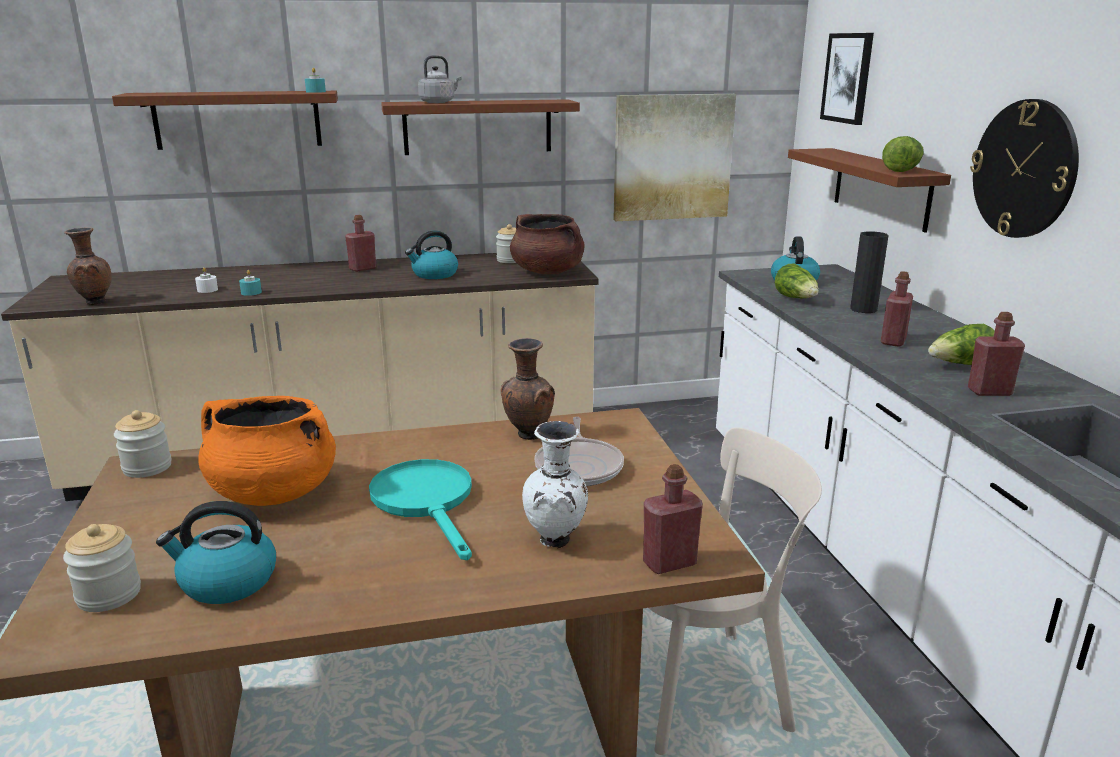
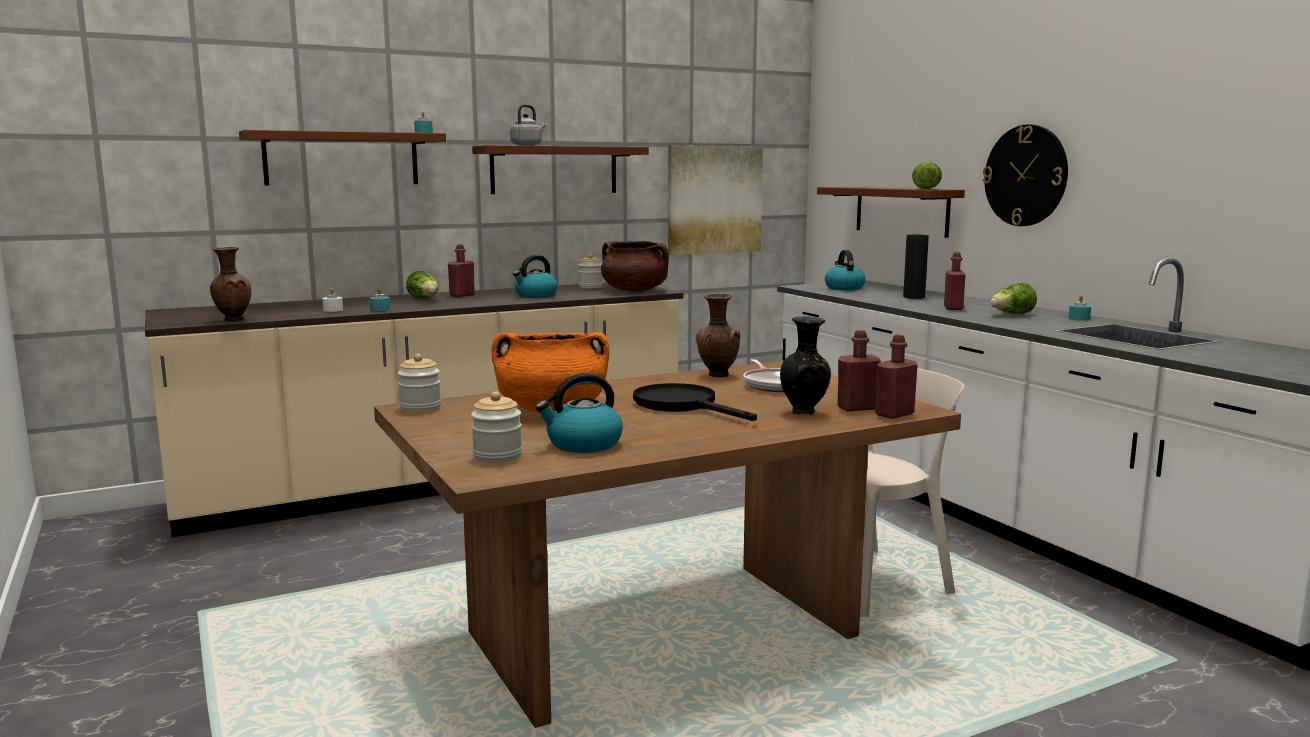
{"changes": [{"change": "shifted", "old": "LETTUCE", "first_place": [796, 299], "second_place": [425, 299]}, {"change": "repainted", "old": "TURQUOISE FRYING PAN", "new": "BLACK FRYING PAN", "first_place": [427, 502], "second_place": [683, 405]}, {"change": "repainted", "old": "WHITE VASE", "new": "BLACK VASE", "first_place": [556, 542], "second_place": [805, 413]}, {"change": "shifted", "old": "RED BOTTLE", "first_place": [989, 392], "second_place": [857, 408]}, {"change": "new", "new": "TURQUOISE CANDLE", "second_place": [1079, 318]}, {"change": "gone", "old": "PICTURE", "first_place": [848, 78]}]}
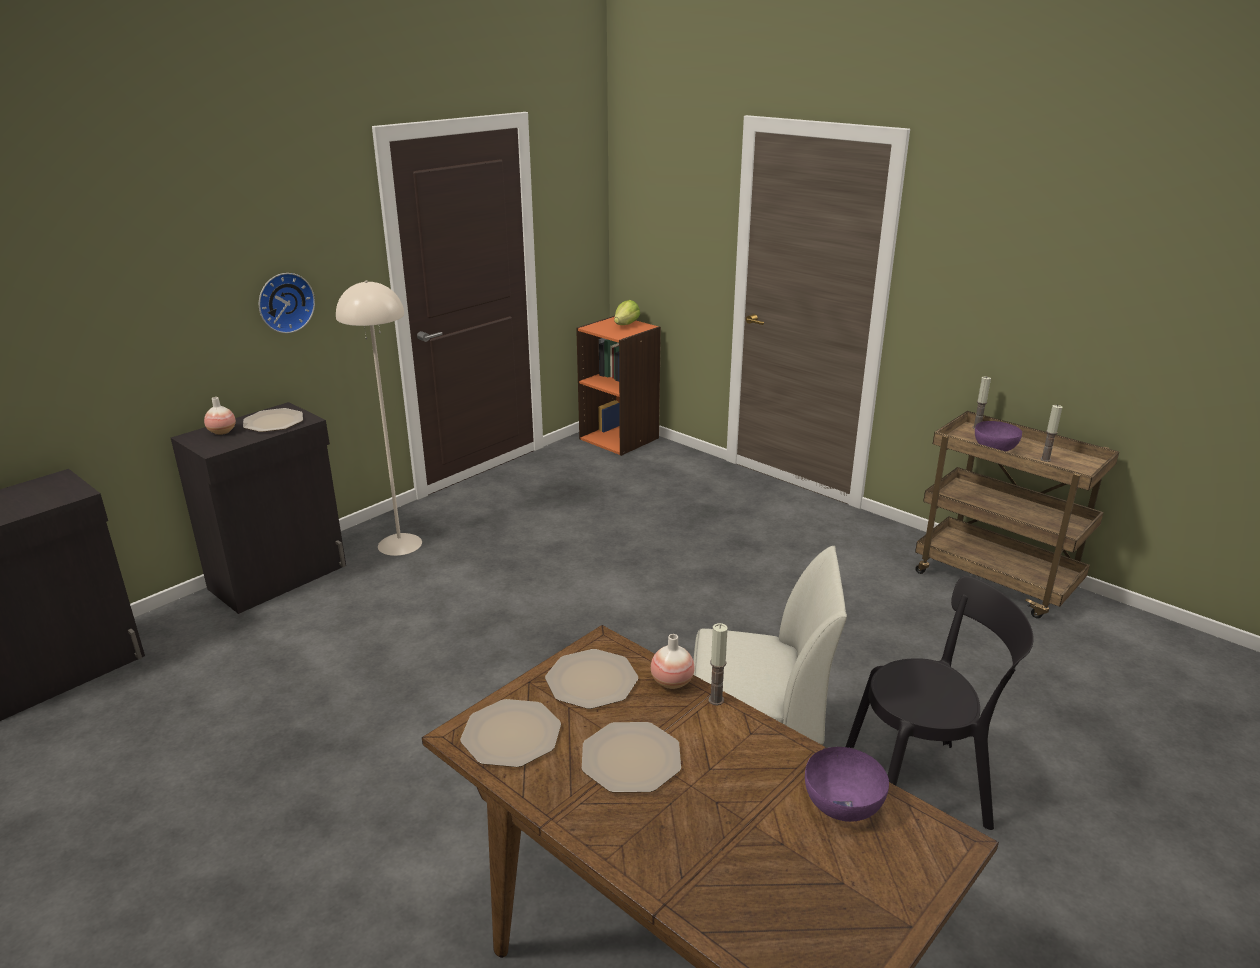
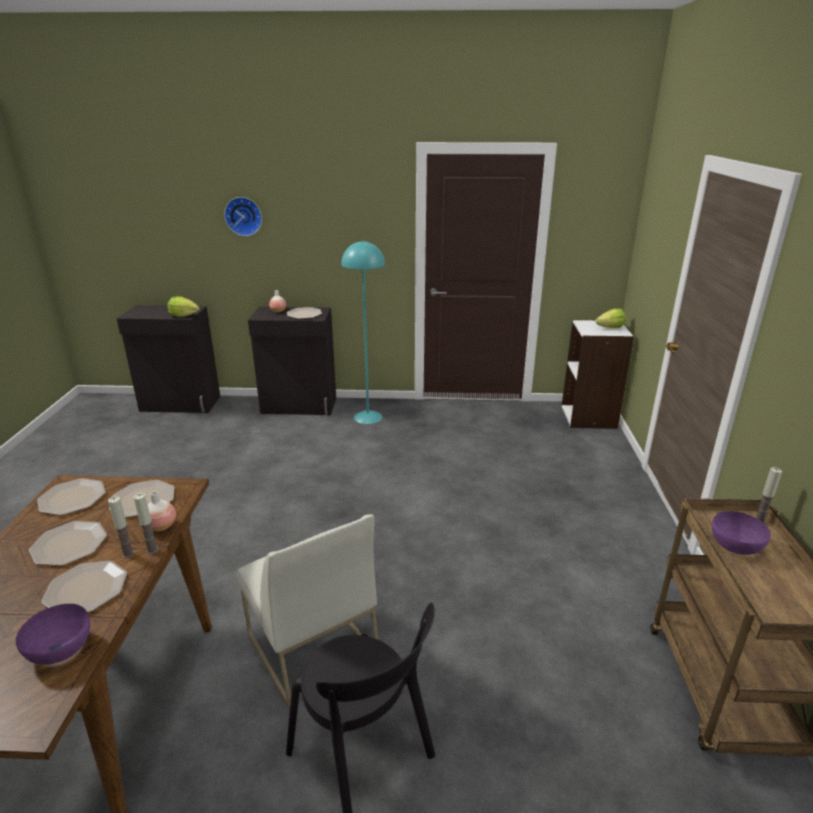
{"changes": [{"change": "new", "new": "PLATE", "second_place": [85, 588]}, {"change": "shifted", "old": "CANDLE", "first_place": [1045, 459], "second_place": [128, 554]}, {"change": "new", "new": "LETTUCE", "second_place": [183, 315]}, {"change": "shifted", "old": "WALL CLOCK", "first_place": [284, 302], "second_place": [244, 216]}, {"change": "repainted", "old": "BEIGE FLOOR LAMP", "new": "TURQUOISE FLOOR LAMP", "first_place": [399, 544], "second_place": [368, 417]}, {"change": "repainted", "old": "ORANGE BOOKCASE", "new": "WHITE BOOKCASE", "first_place": [620, 438], "second_place": [589, 417]}]}
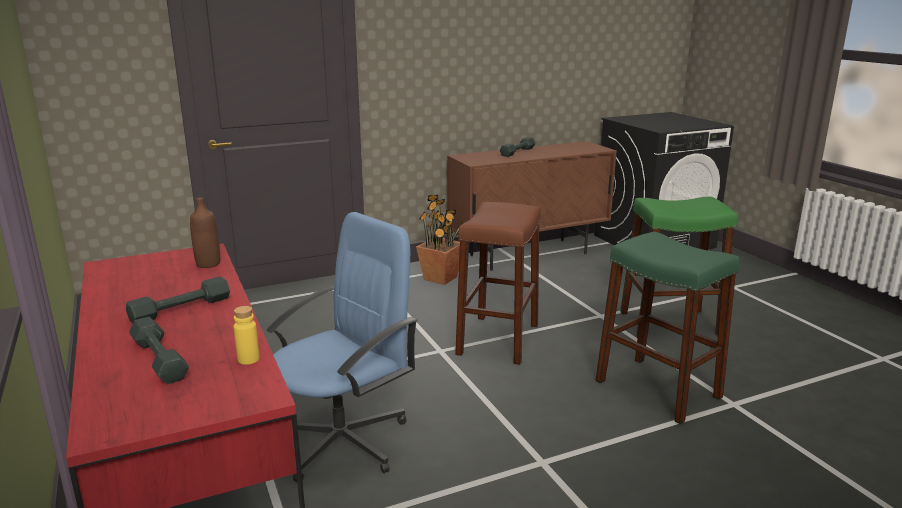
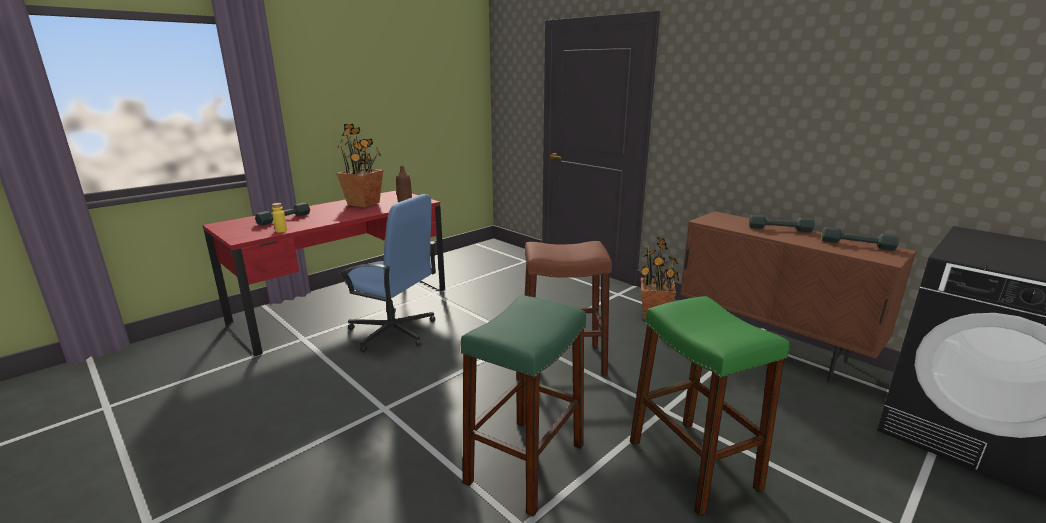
{"changes": [{"change": "new", "new": "POTTED PLANT", "second_place": [364, 203]}, {"change": "shifted", "old": "GREY DUMBBELL", "first_place": [181, 309], "second_place": [857, 245]}]}
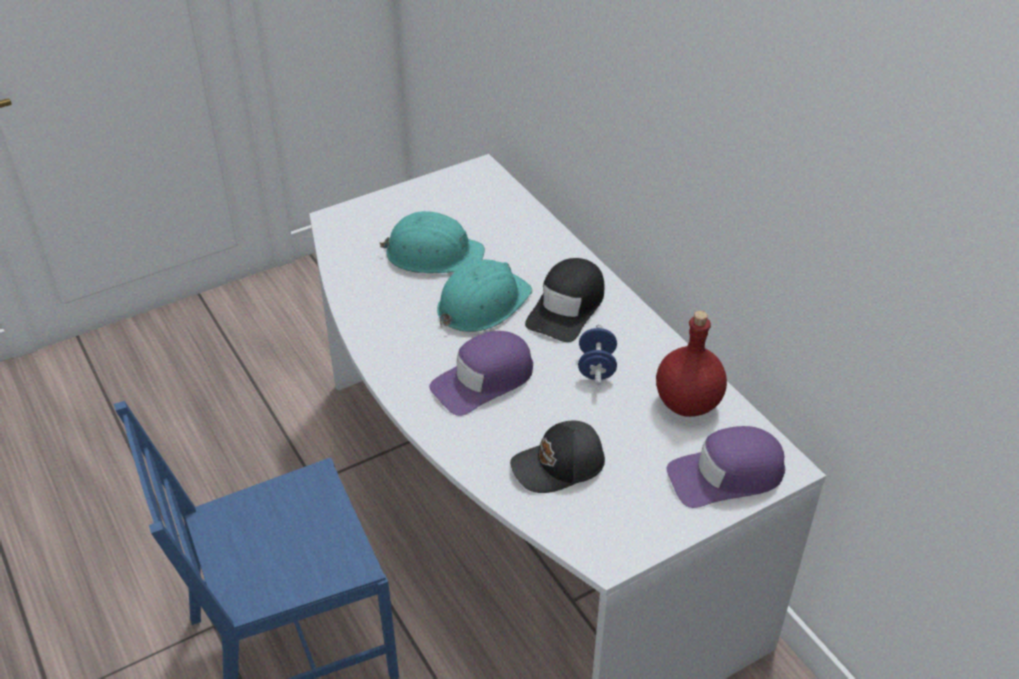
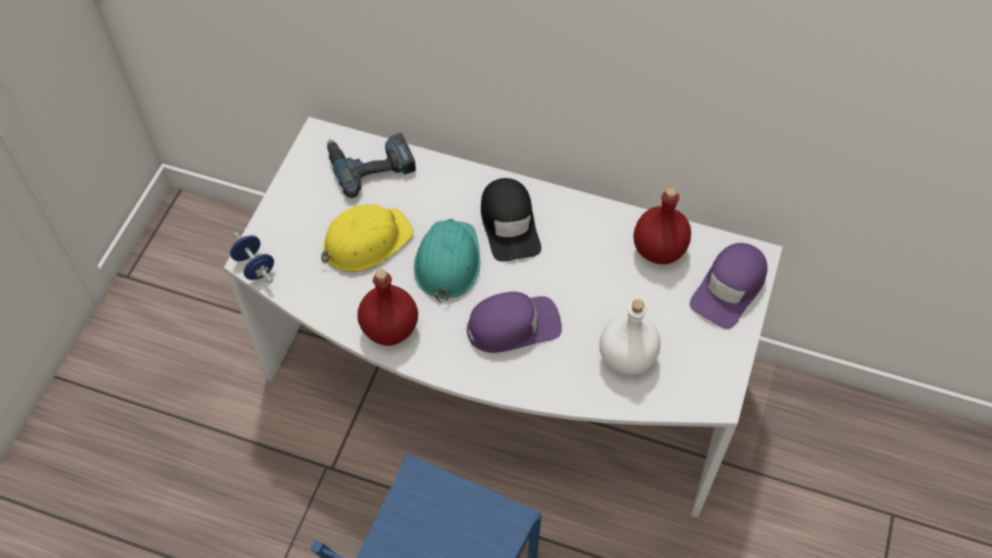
{"changes": [{"change": "shifted", "old": "BLUE DUMBBELL", "first_place": [596, 367], "second_place": [255, 266]}, {"change": "repainted", "old": "TURQUOISE HARD HAT", "new": "YELLOW HARD HAT", "first_place": [433, 254], "second_place": [365, 241]}, {"change": "new", "new": "POWER DRILL", "second_place": [370, 164]}, {"change": "new", "new": "RED BOTTLE", "second_place": [389, 328]}, {"change": "rotated", "old": "PURPLE CAP", "first_place": [483, 380], "second_place": [513, 325], "degrees": -120}, {"change": "swapped", "old": "BLACK CAP", "new": "WHITE BOTTLE", "first_place": [559, 466], "second_place": [628, 357]}]}
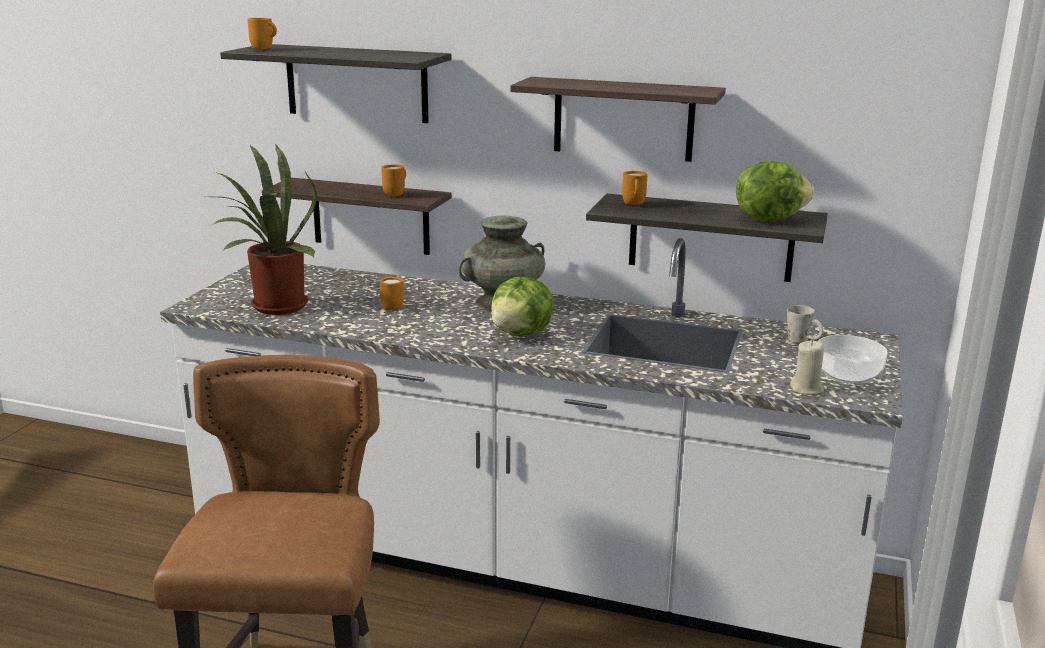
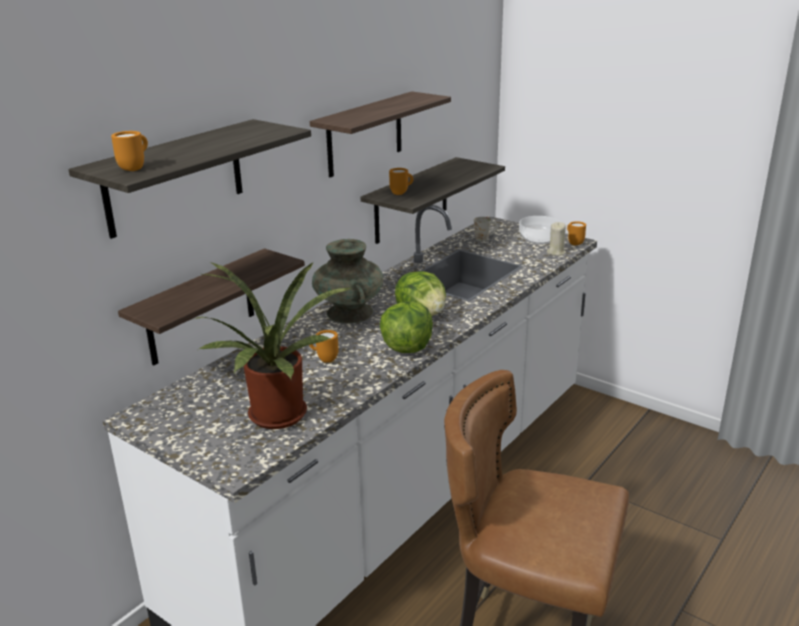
{"changes": [{"change": "shifted", "old": "LETTUCE", "first_place": [768, 219], "second_place": [407, 347]}, {"change": "shifted", "old": "ORANGE MUG", "first_place": [396, 194], "second_place": [574, 243]}]}
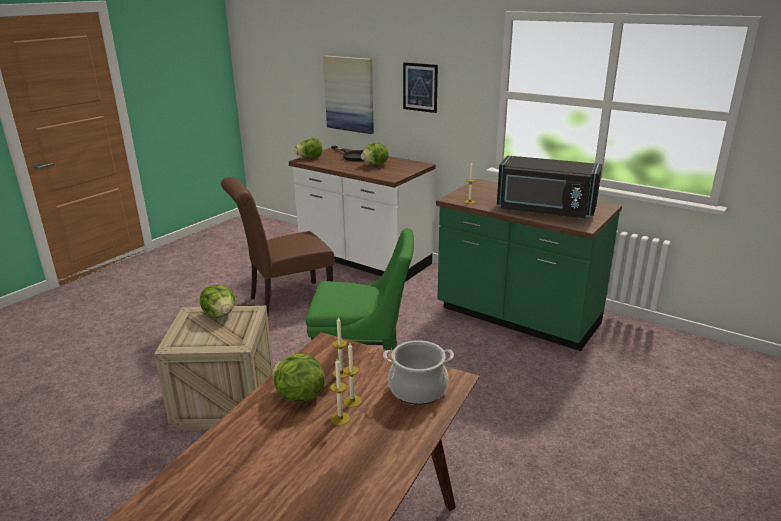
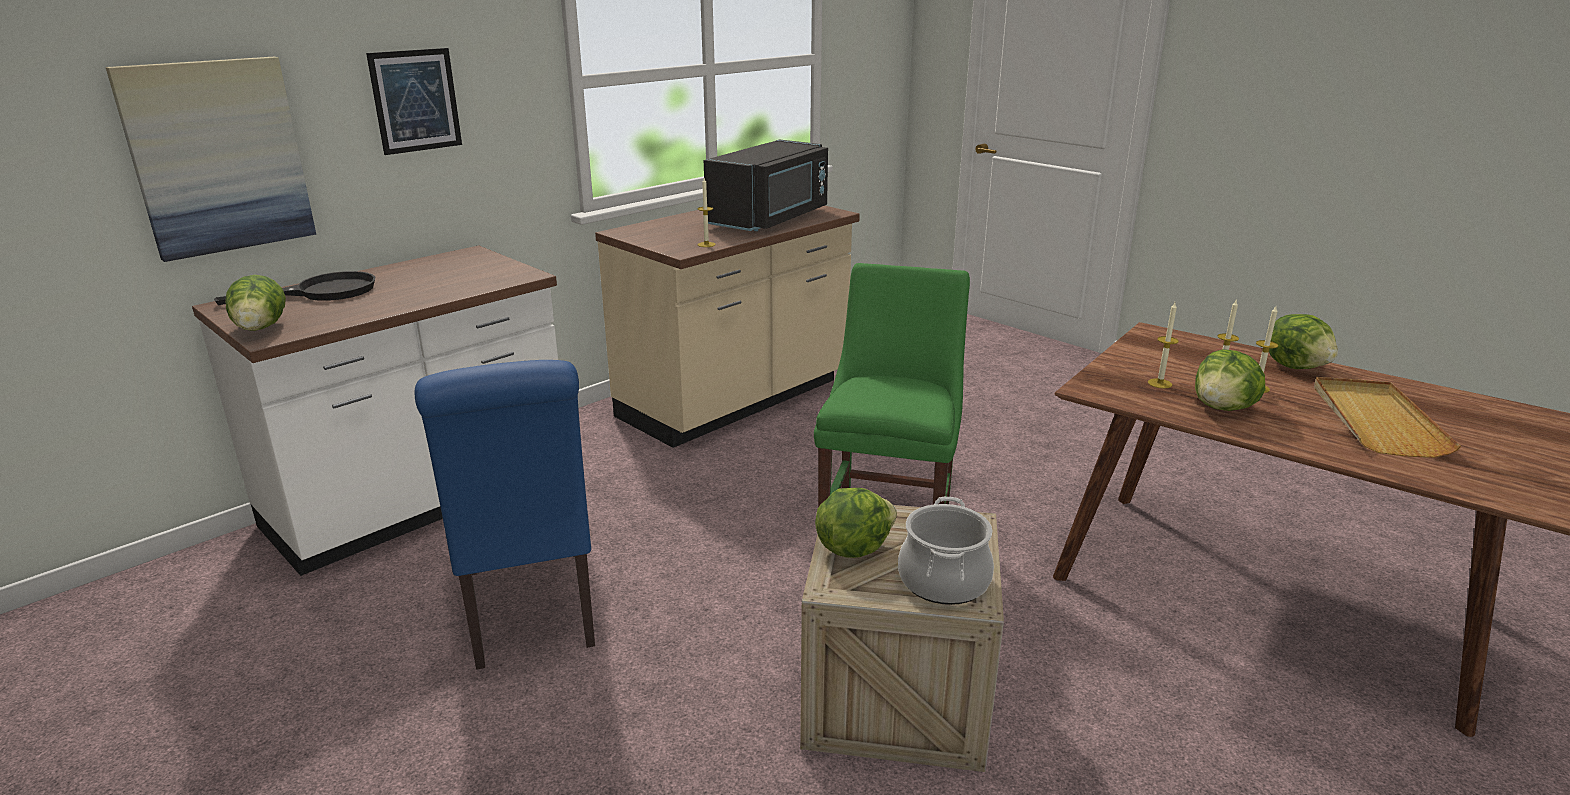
{"changes": [{"change": "repainted", "old": "BROWN CHAIR", "new": "BLUE CHAIR", "first_place": [285, 301], "second_place": [531, 613]}, {"change": "repainted", "old": "GREEN COUNTER", "new": "BEIGE COUNTER", "first_place": [517, 318], "second_place": [736, 401]}, {"change": "shifted", "old": "COOKING POT", "first_place": [418, 389], "second_place": [944, 581]}, {"change": "shifted", "old": "LETTUCE", "first_place": [375, 165], "second_place": [1296, 366]}, {"change": "new", "new": "BEIGE TRAY", "second_place": [1375, 420]}]}
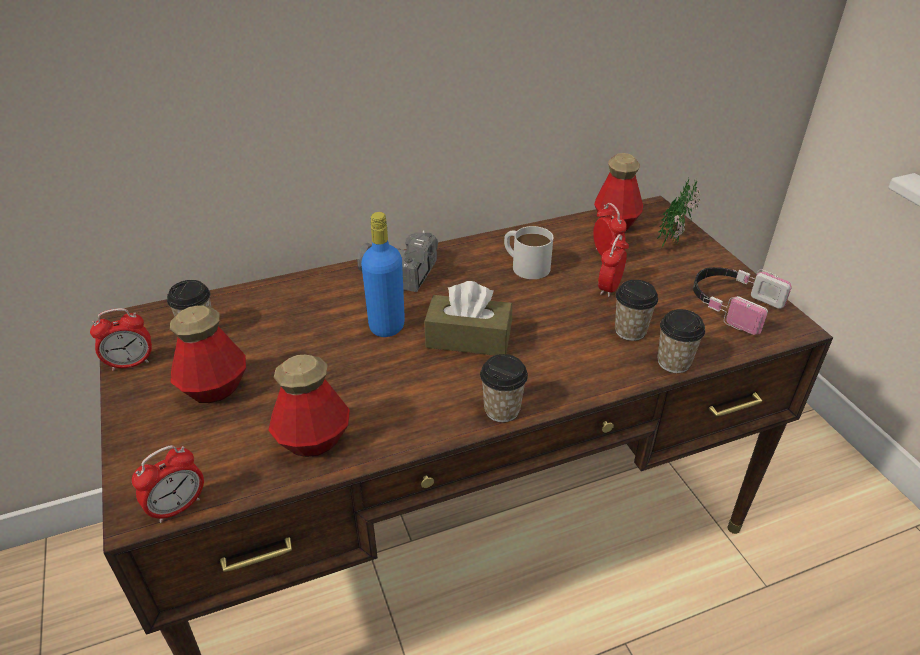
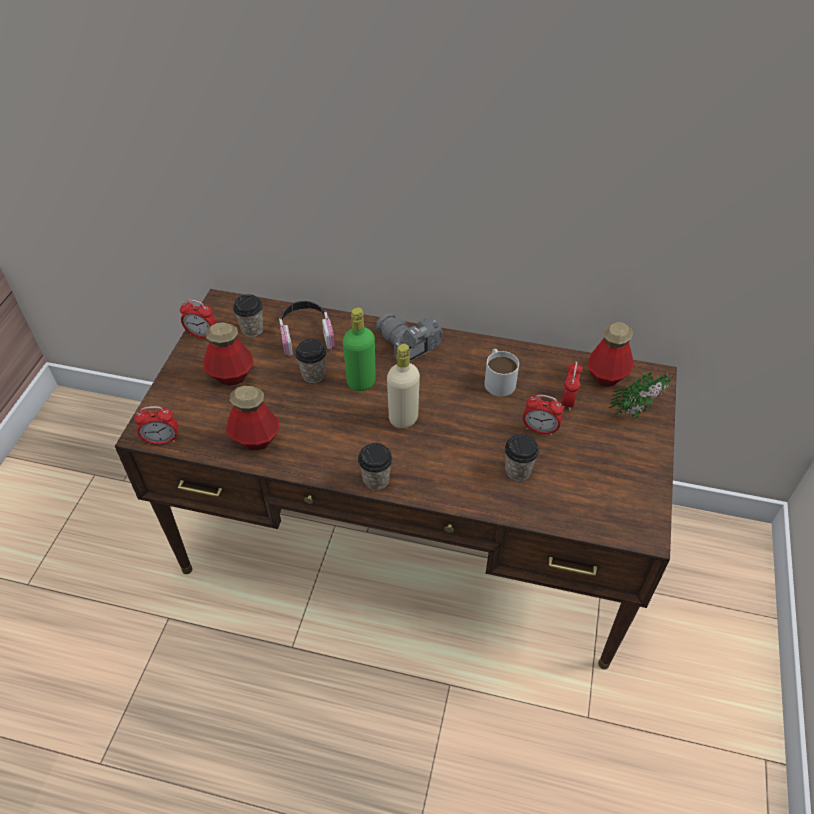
{"changes": [{"change": "shifted", "old": "HEADPHONES", "first_place": [732, 305], "second_place": [306, 333]}, {"change": "shifted", "old": "CUP", "first_place": [673, 362], "second_place": [313, 375]}, {"change": "repainted", "old": "BLUE BOTTLE", "new": "GREEN BOTTLE", "first_place": [387, 326], "second_place": [361, 382]}, {"change": "swapped", "old": "BROWN TISSUE BOX", "new": "BEIGE BOTTLE", "first_place": [468, 338], "second_place": [403, 418]}, {"change": "rotated", "old": "ALARM CLOCK", "first_place": [609, 288], "second_place": [540, 429], "degrees": -135}]}
